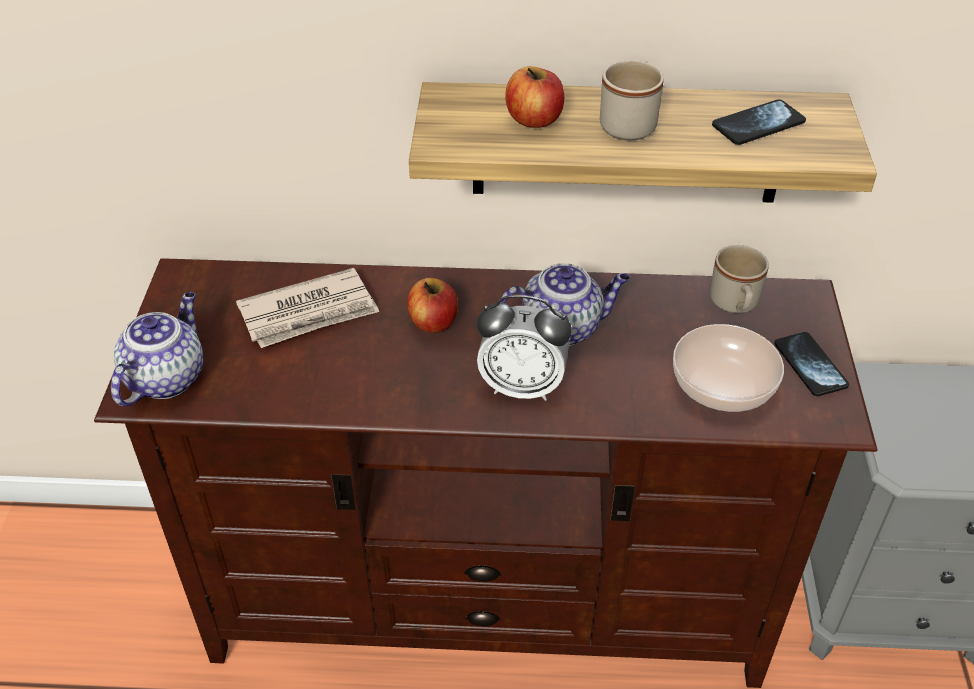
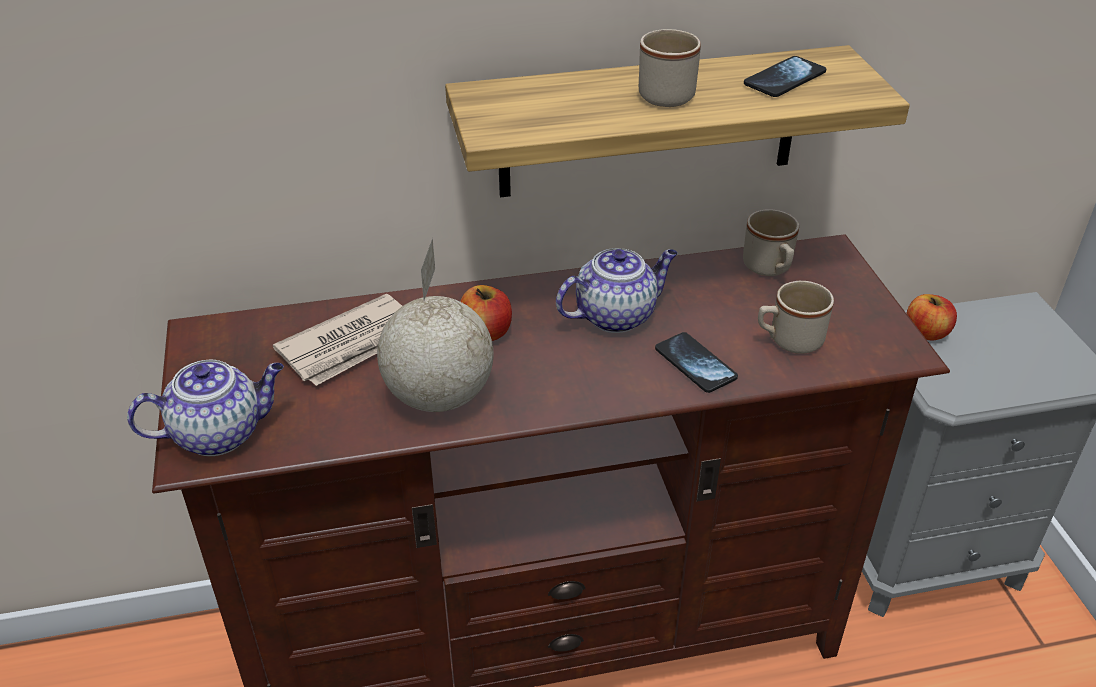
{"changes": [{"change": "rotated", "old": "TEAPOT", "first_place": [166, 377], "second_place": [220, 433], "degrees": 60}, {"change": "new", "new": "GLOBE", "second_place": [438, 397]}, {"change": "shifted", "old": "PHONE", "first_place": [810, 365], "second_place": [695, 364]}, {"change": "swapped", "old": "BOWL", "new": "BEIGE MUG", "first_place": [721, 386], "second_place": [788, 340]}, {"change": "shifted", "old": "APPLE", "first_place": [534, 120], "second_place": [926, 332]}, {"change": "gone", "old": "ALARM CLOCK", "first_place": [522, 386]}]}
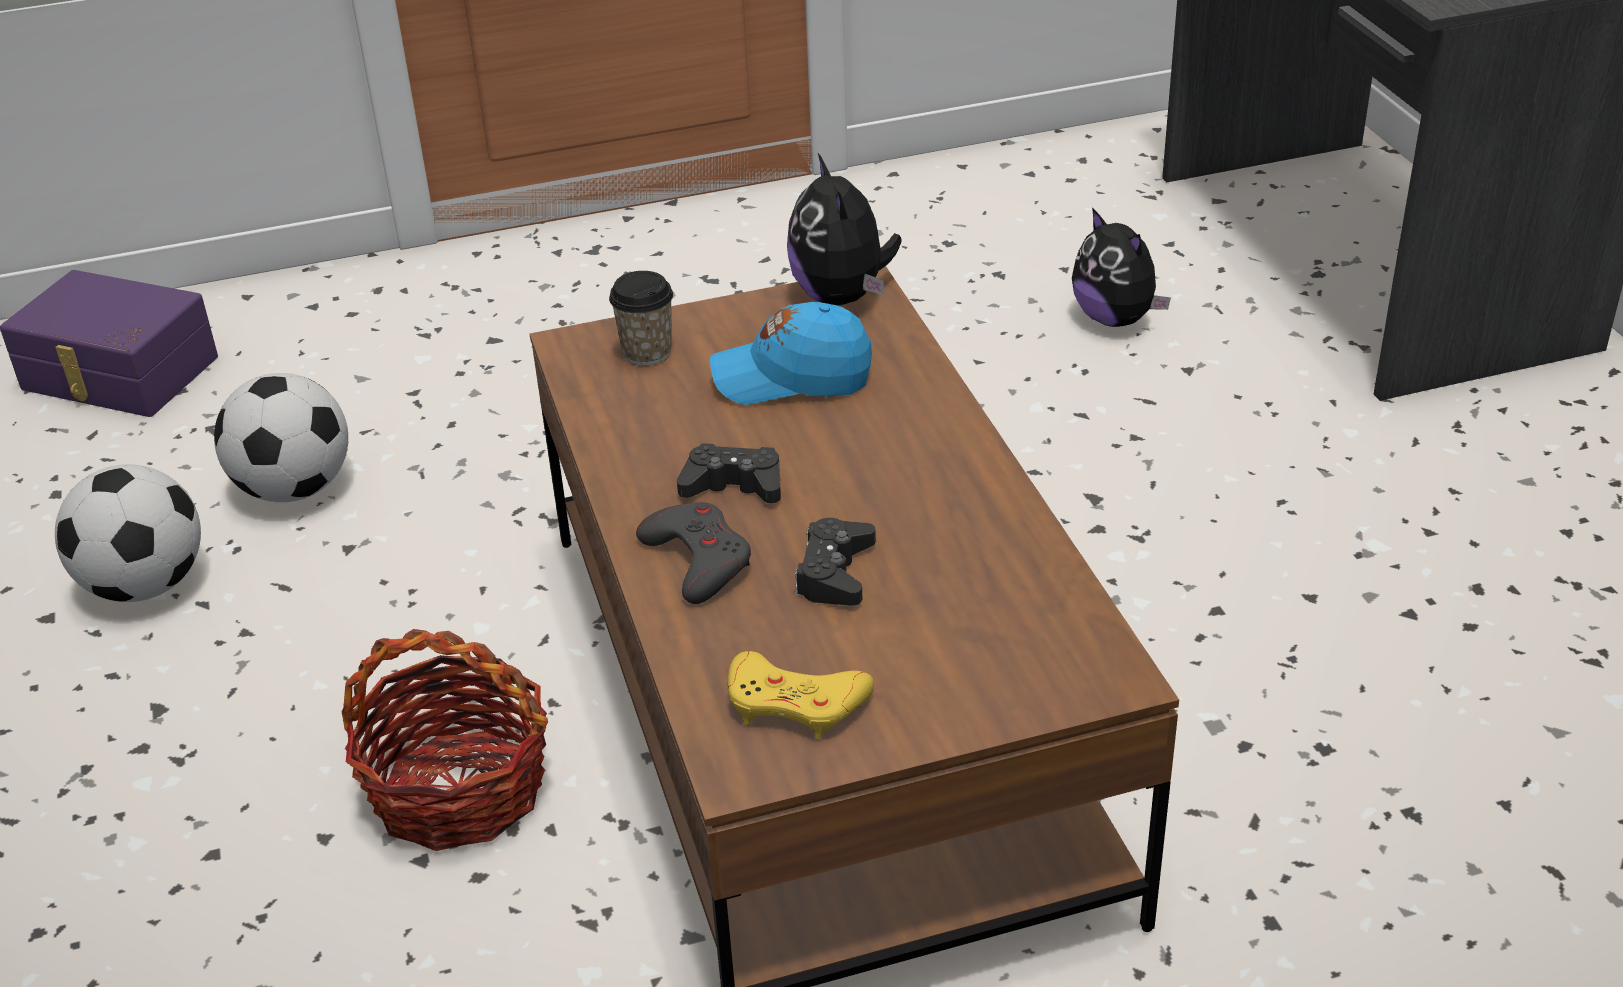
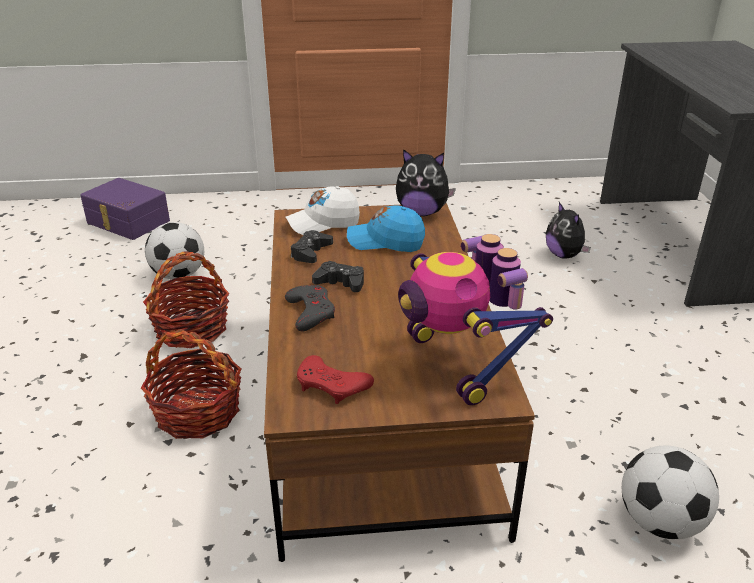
{"changes": [{"change": "new", "new": "BASKET", "second_place": [191, 328]}, {"change": "swapped", "old": "CUP", "new": "WHITE CAP", "first_place": [647, 352], "second_place": [323, 223]}, {"change": "shifted", "old": "BLACK GAME CONTROLLER", "first_place": [834, 573], "second_place": [311, 252]}, {"change": "repainted", "old": "YELLOW GAME CONTROLLER", "new": "RED GAME CONTROLLER", "first_place": [795, 703], "second_place": [332, 385]}, {"change": "rotated", "old": "PLUSH TOY", "first_place": [843, 296], "second_place": [422, 212], "degrees": -75}, {"change": "new", "new": "TOY ROBOT", "second_place": [460, 363]}, {"change": "shifted", "old": "FOOTBALL", "first_place": [145, 585], "second_place": [659, 522]}]}
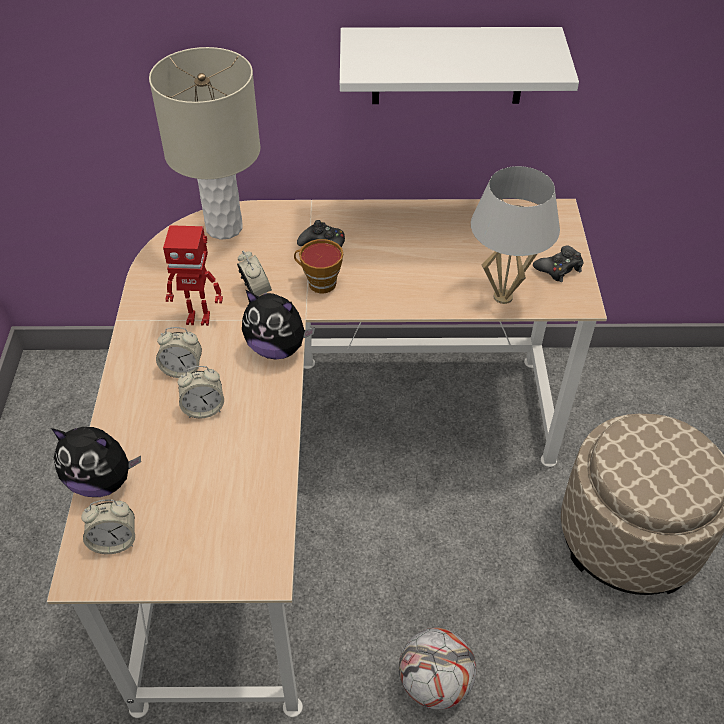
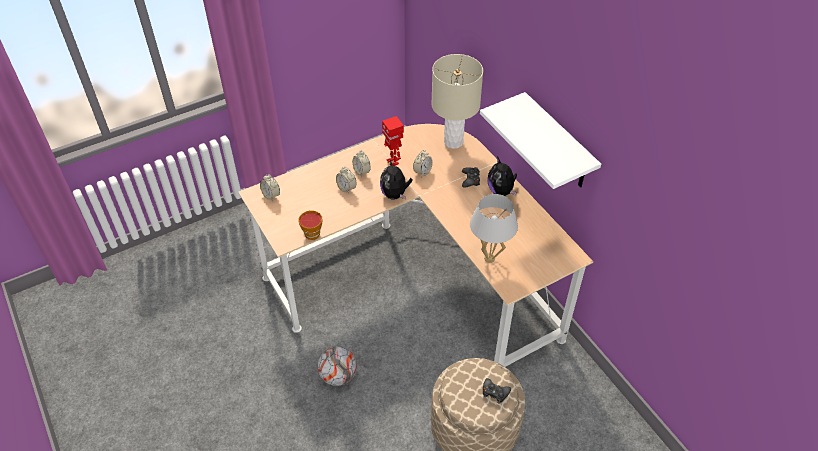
{"changes": [{"change": "shifted", "old": "CUP", "first_place": [318, 283], "second_place": [312, 232]}, {"change": "shifted", "old": "BLACK GAME CONTROLLER", "first_place": [559, 268], "second_place": [495, 392]}, {"change": "shifted", "old": "PLUSH TOY", "first_place": [102, 481], "second_place": [501, 191]}]}
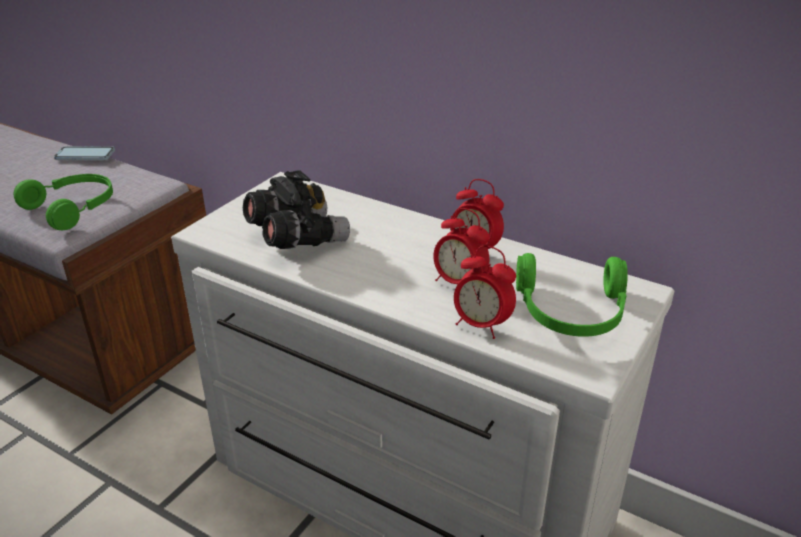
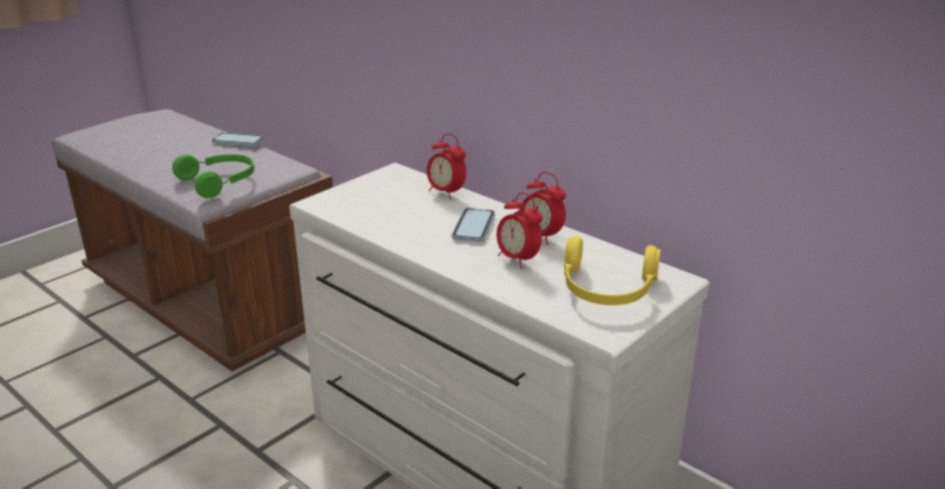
{"changes": [{"change": "shifted", "old": "ALARM CLOCK", "first_place": [481, 325], "second_place": [446, 193]}, {"change": "new", "new": "PHONE", "second_place": [473, 227]}, {"change": "repainted", "old": "GREEN HEADPHONES", "new": "YELLOW HEADPHONES", "first_place": [571, 313], "second_place": [606, 290]}, {"change": "gone", "old": "BLACK BINOCULARS", "first_place": [296, 238]}]}
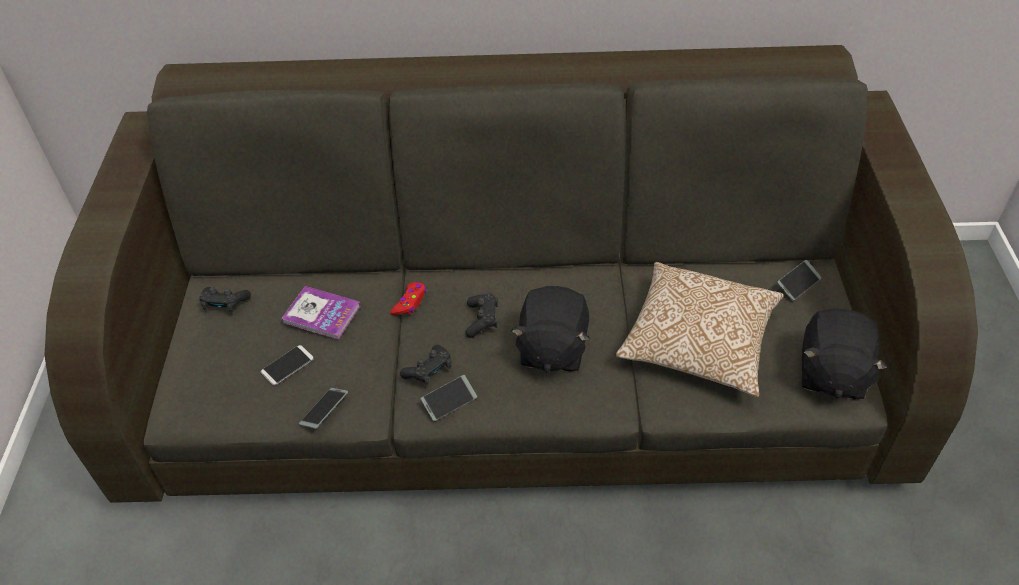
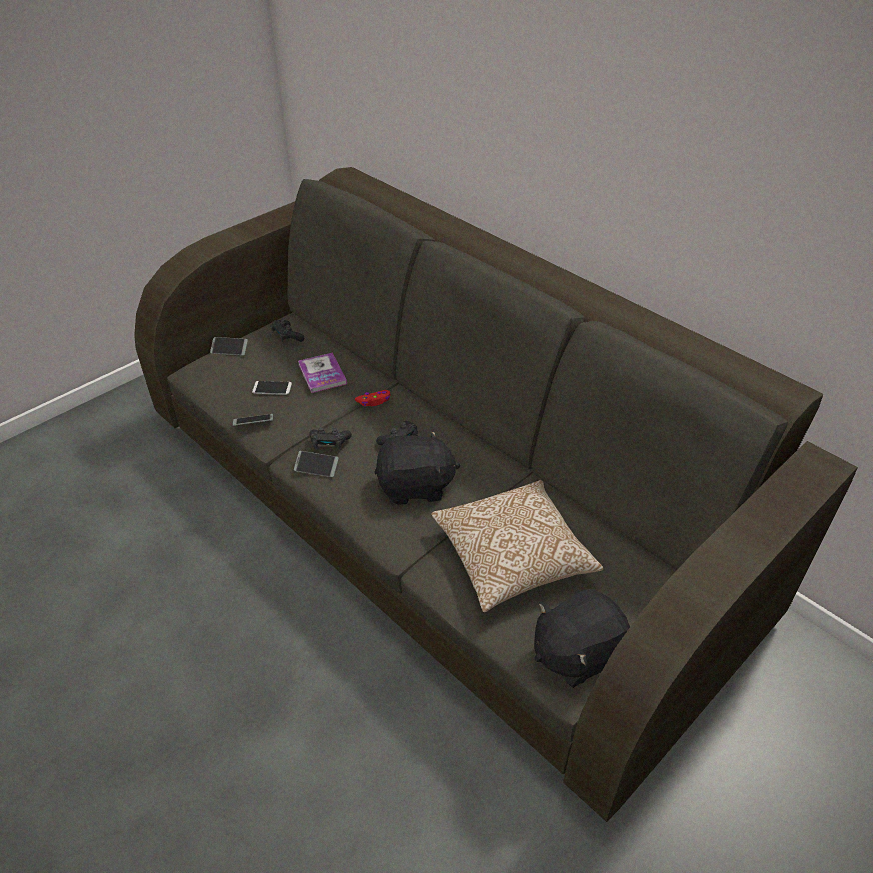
{"changes": [{"change": "shifted", "old": "PHONE", "first_place": [798, 284], "second_place": [229, 349]}, {"change": "rotated", "old": "BLACK PLUSH TOY", "first_place": [551, 349], "second_place": [415, 487], "degrees": -150}]}
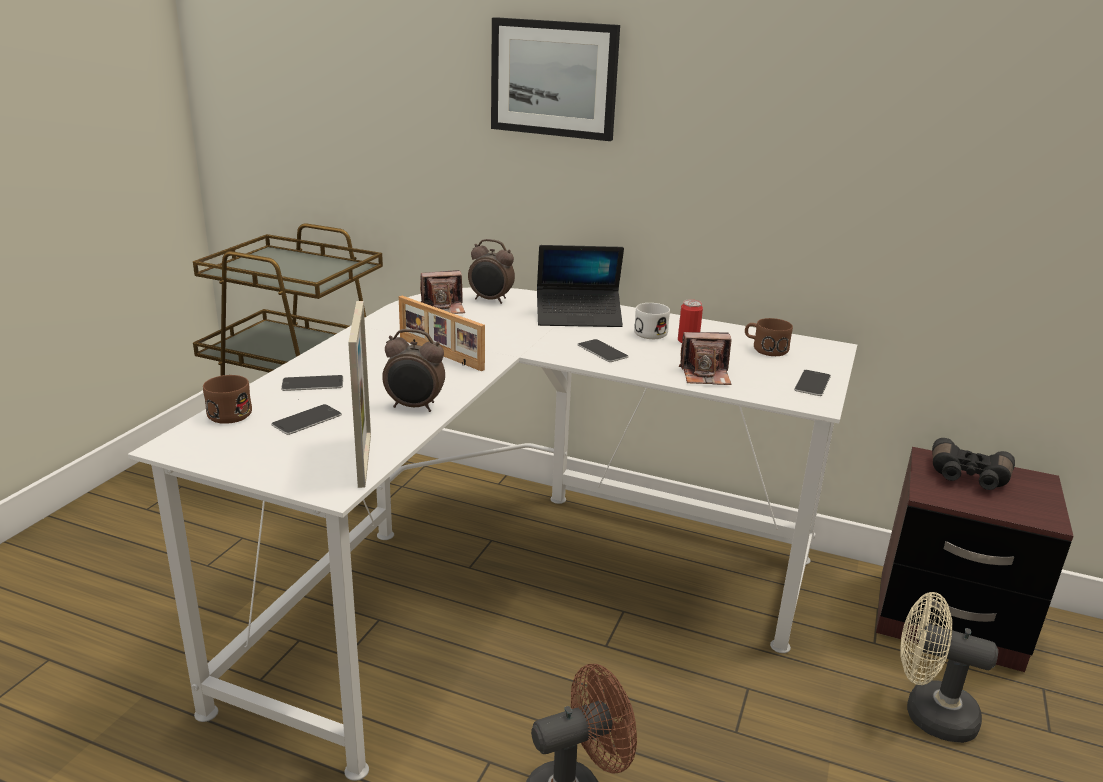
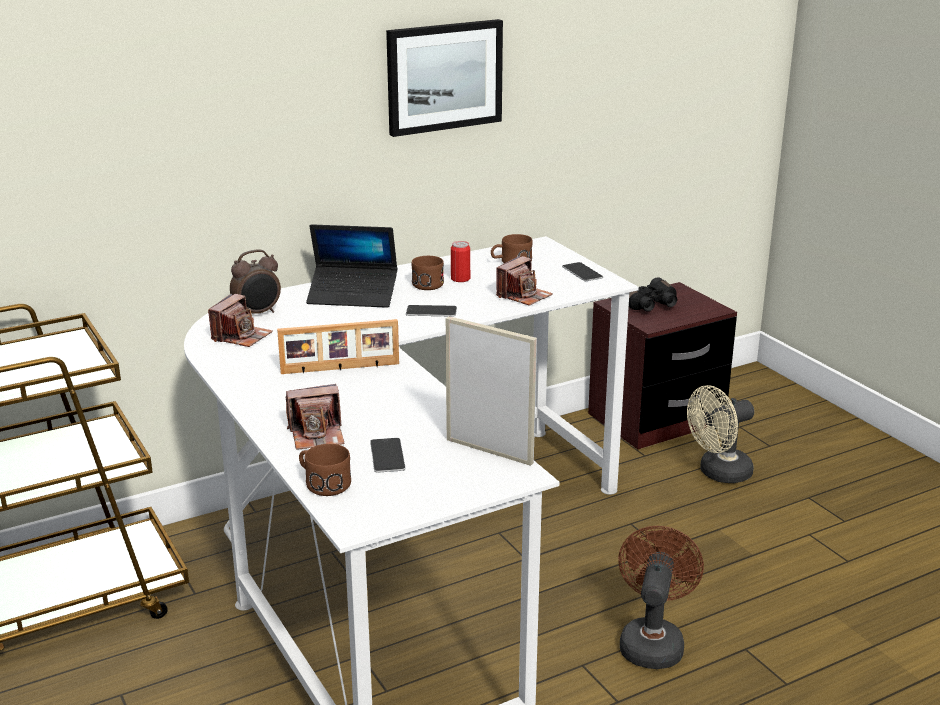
{"changes": [{"change": "swapped", "old": "PHONE", "new": "PHOTO CAMERA", "first_place": [312, 383], "second_place": [317, 435]}, {"change": "rotated", "old": "LAPTOP", "first_place": [578, 317], "second_place": [353, 295], "degrees": 60}, {"change": "shifted", "old": "PICTURE", "first_place": [554, 78], "second_place": [444, 76]}, {"change": "repainted", "old": "WHITE MUG", "new": "BROWN MUG", "first_place": [653, 332], "second_place": [425, 283]}, {"change": "gone", "old": "ALARM CLOCK", "first_place": [414, 407]}]}
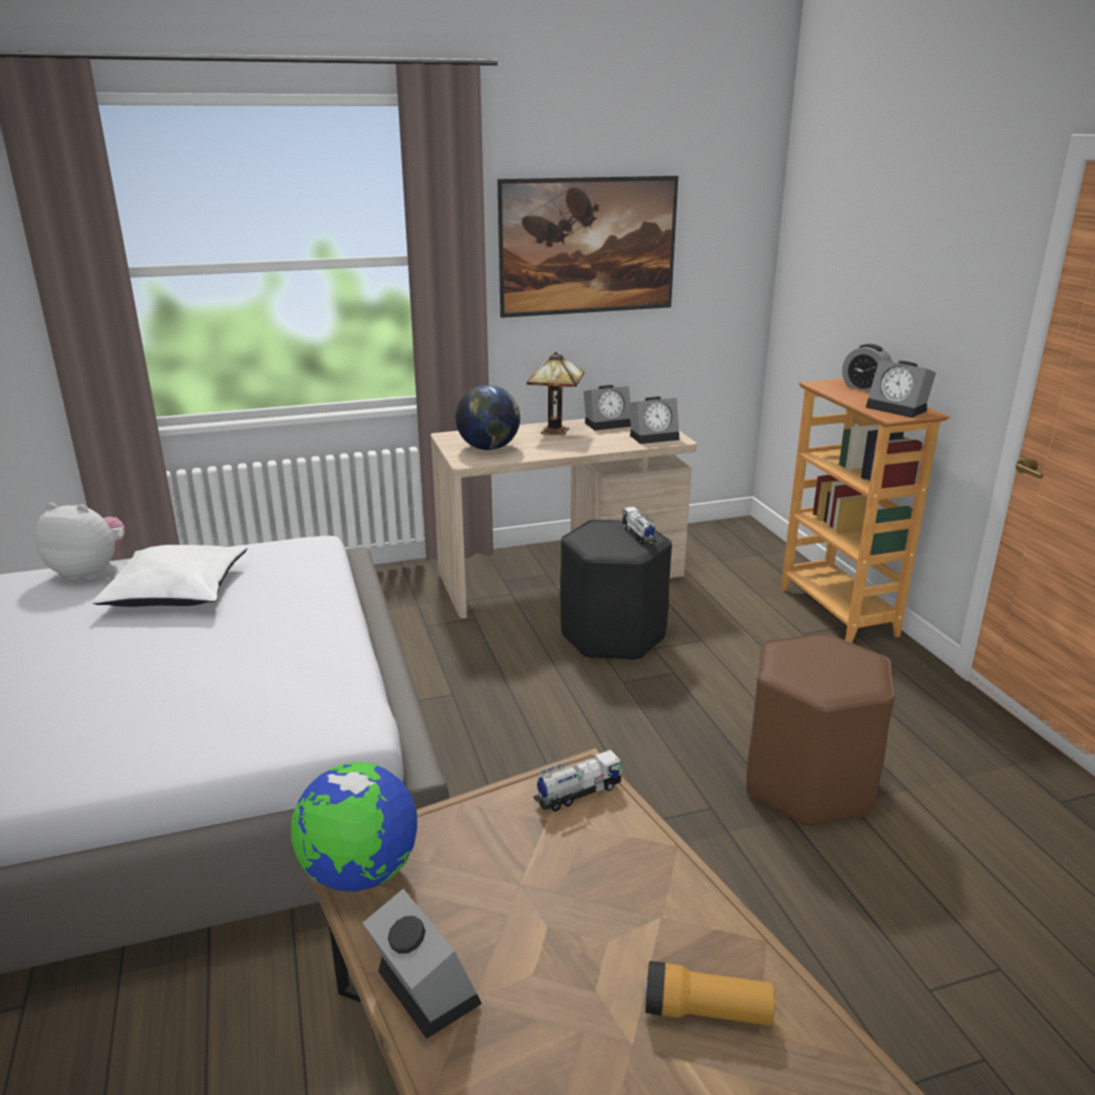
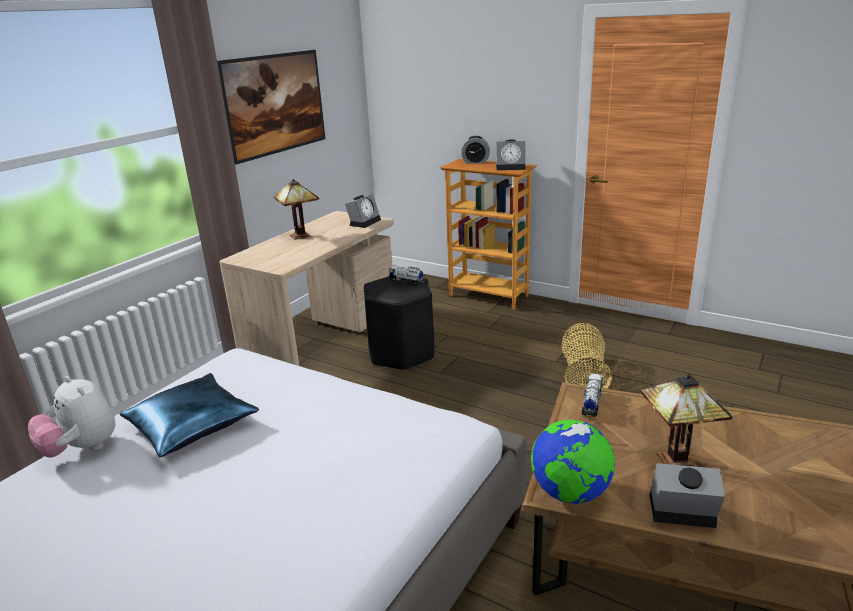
{"changes": [{"change": "rotated", "old": "PLUSH TOY", "first_place": [90, 572], "second_place": [82, 449], "degrees": -105}, {"change": "repainted", "old": "WHITE PILLOW", "new": "BLUE PILLOW", "first_place": [177, 590], "second_place": [191, 424]}, {"change": "swapped", "old": "BROWN STOOL", "new": "BASKET", "first_place": [808, 785], "second_place": [583, 375]}, {"change": "new", "new": "TABLE LAMP", "second_place": [675, 463]}, {"change": "gone", "old": "GLOBE", "first_place": [489, 448]}, {"change": "gone", "old": "ALARM CLOCK", "first_place": [608, 423]}, {"change": "gone", "old": "FLASHLIGHT", "first_place": [706, 1012]}]}
